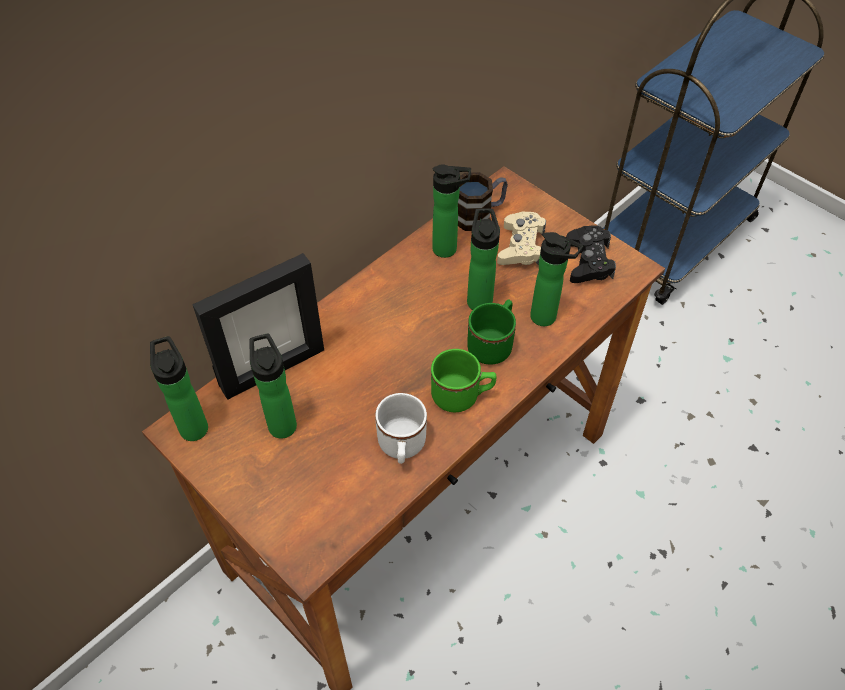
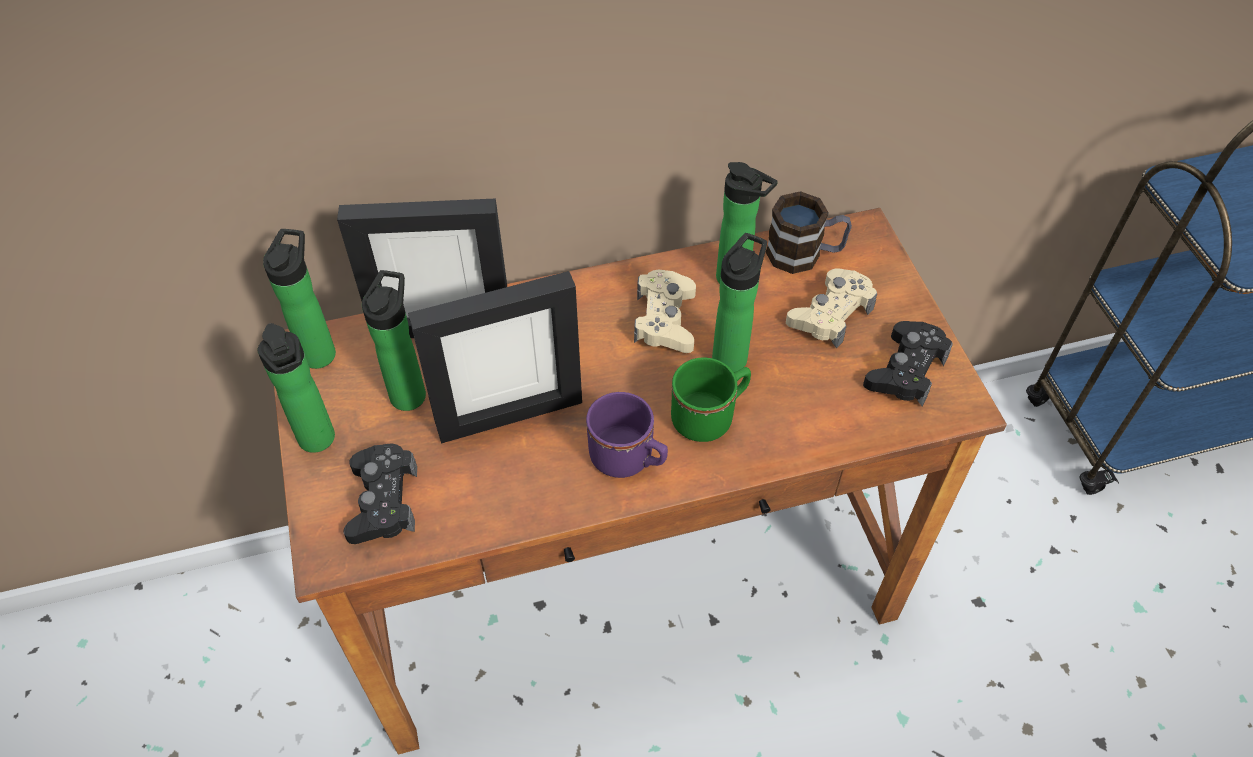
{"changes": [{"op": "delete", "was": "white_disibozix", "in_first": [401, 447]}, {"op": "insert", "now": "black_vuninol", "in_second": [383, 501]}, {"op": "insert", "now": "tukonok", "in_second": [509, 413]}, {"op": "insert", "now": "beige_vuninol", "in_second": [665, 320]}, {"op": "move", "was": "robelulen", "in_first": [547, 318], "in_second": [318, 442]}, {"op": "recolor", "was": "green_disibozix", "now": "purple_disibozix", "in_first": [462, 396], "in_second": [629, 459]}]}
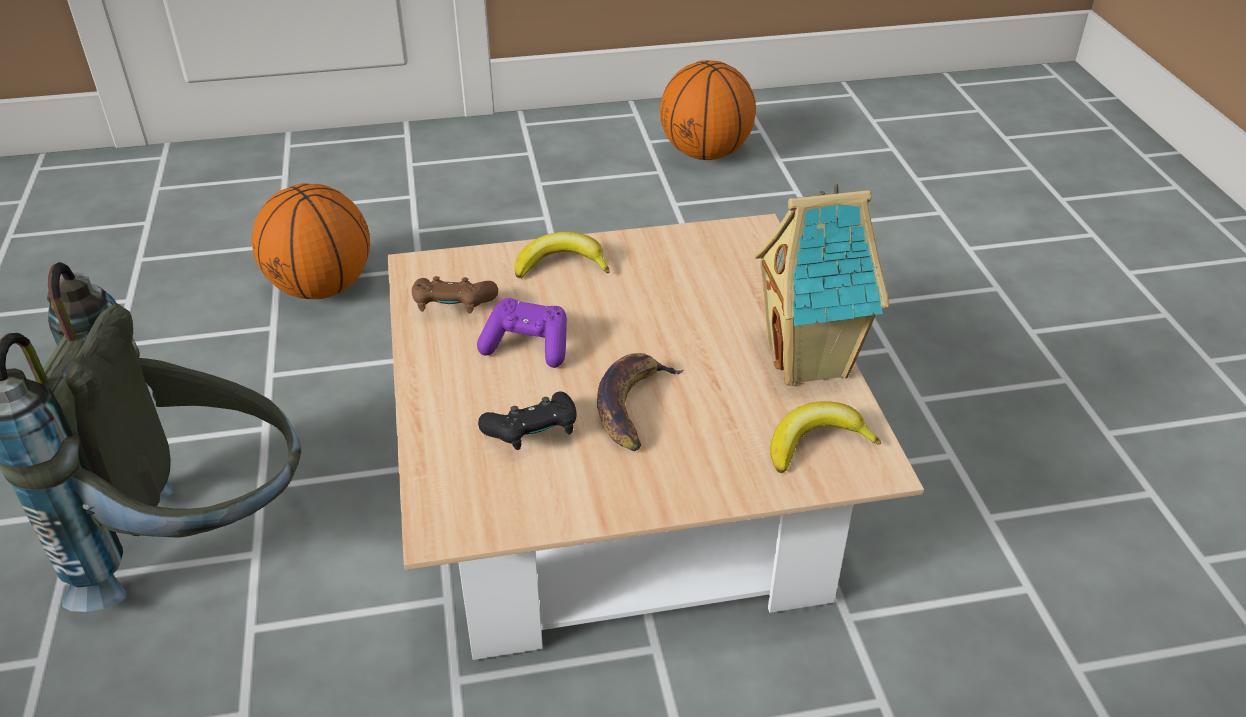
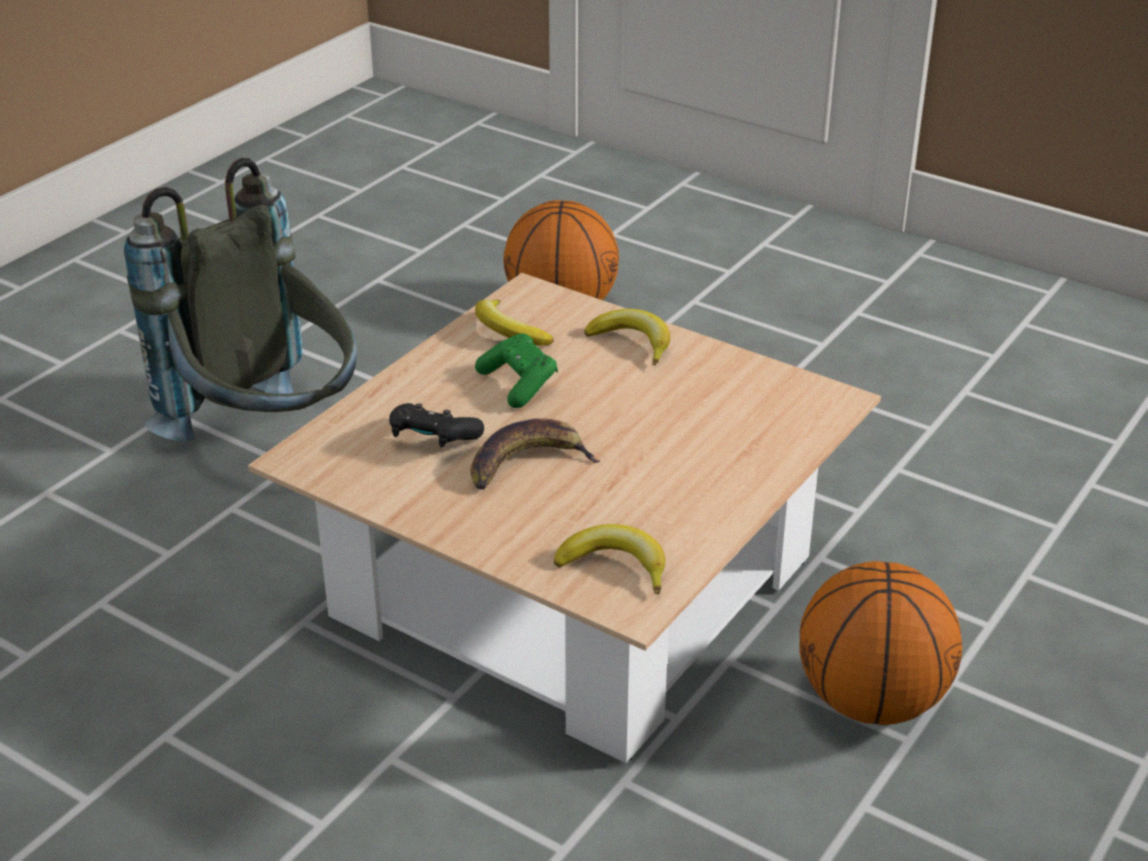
{"changes": [{"op": "delete", "was": "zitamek", "in_first": [811, 362]}, {"op": "move", "was": "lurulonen", "in_first": [705, 153], "in_second": [871, 701]}, {"op": "replace", "was": "brown_vuninol", "now": "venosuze", "in_first": [453, 308], "in_second": [508, 332]}, {"op": "recolor", "was": "purple_vuninol", "now": "green_vuninol", "in_first": [527, 346], "in_second": [519, 384]}]}
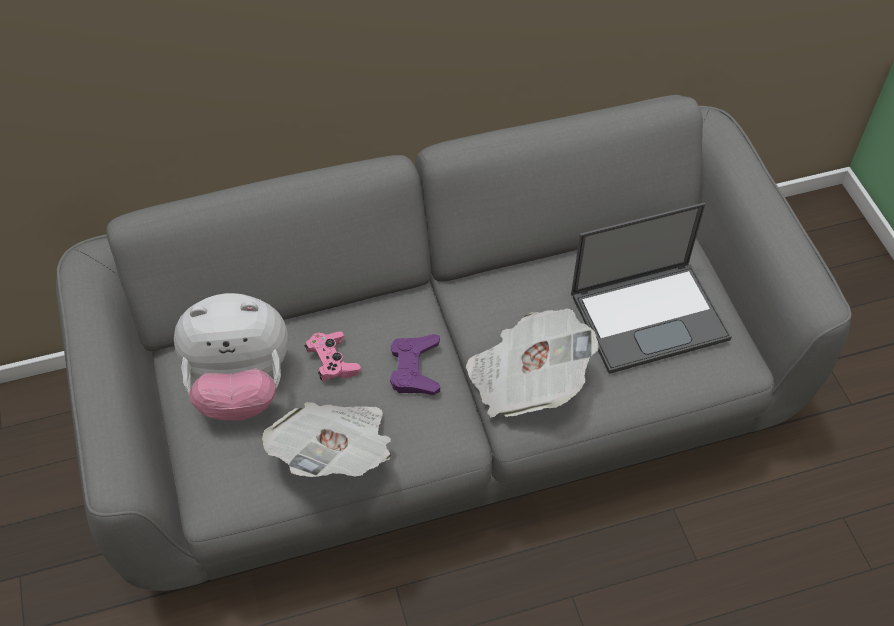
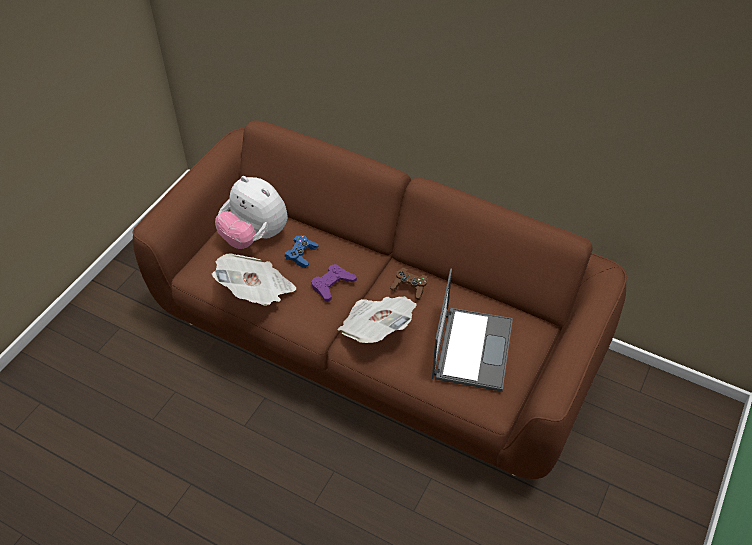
{"changes": [{"op": "insert", "now": "brown_vuninol", "in_second": [409, 288]}, {"op": "recolor", "was": "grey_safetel", "now": "brown_safetel", "in_first": [447, 410], "in_second": [376, 343]}, {"op": "recolor", "was": "pink_vuninol", "now": "blue_vuninol", "in_first": [333, 362], "in_second": [301, 255]}, {"op": "rotate", "was": "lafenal", "in_first": [650, 315], "in_second": [472, 347], "clockwise": -105}]}
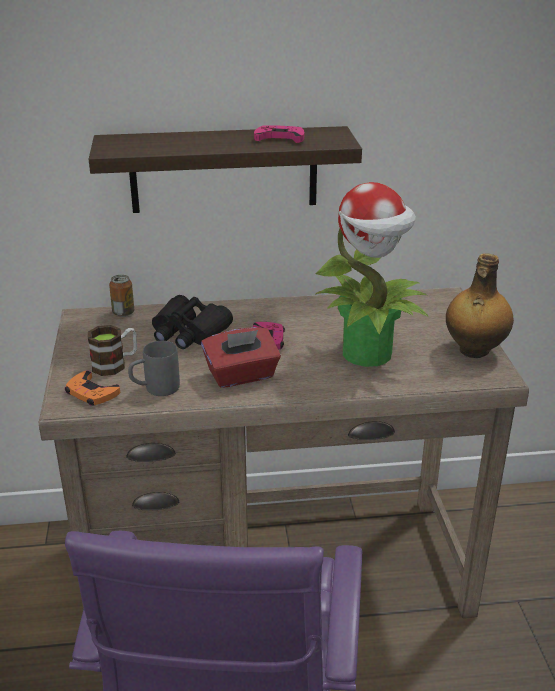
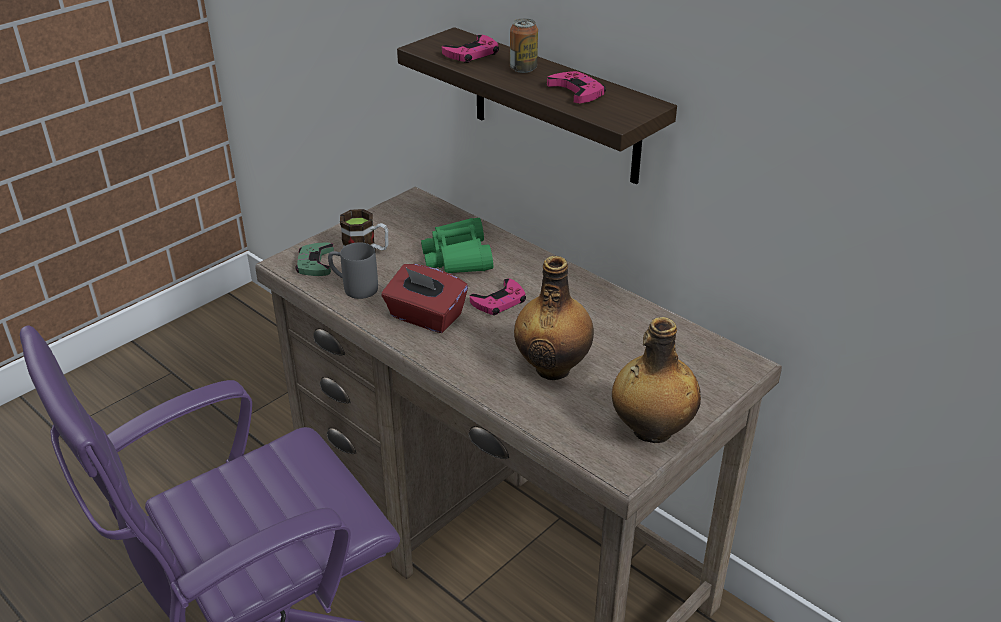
{"changes": [{"op": "insert", "now": "pink_vuninol", "in_second": [472, 54]}, {"op": "move", "was": "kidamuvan", "in_first": [123, 313], "in_second": [523, 69]}, {"op": "replace", "was": "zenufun", "now": "robelulen", "in_first": [369, 354], "in_second": [553, 367]}, {"op": "recolor", "was": "orange_vuninol", "now": "green_vuninol", "in_first": [91, 393], "in_second": [315, 263]}, {"op": "recolor", "was": "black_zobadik", "now": "green_zobadik", "in_first": [188, 332], "in_second": [458, 257]}]}
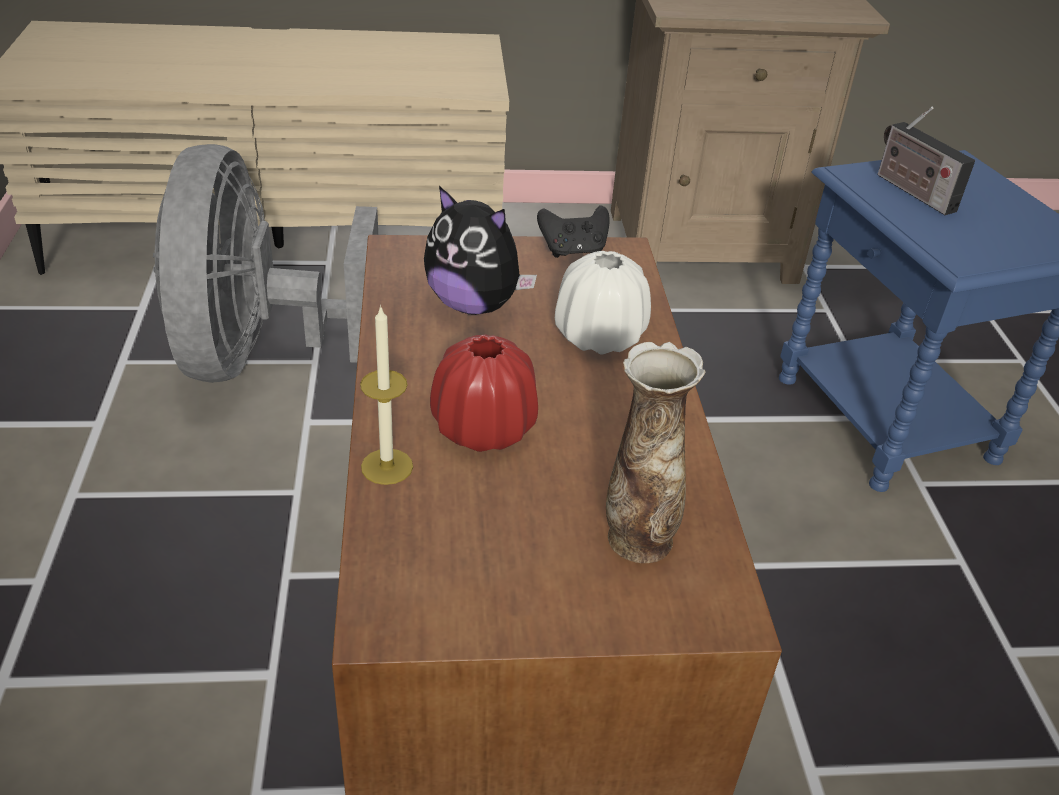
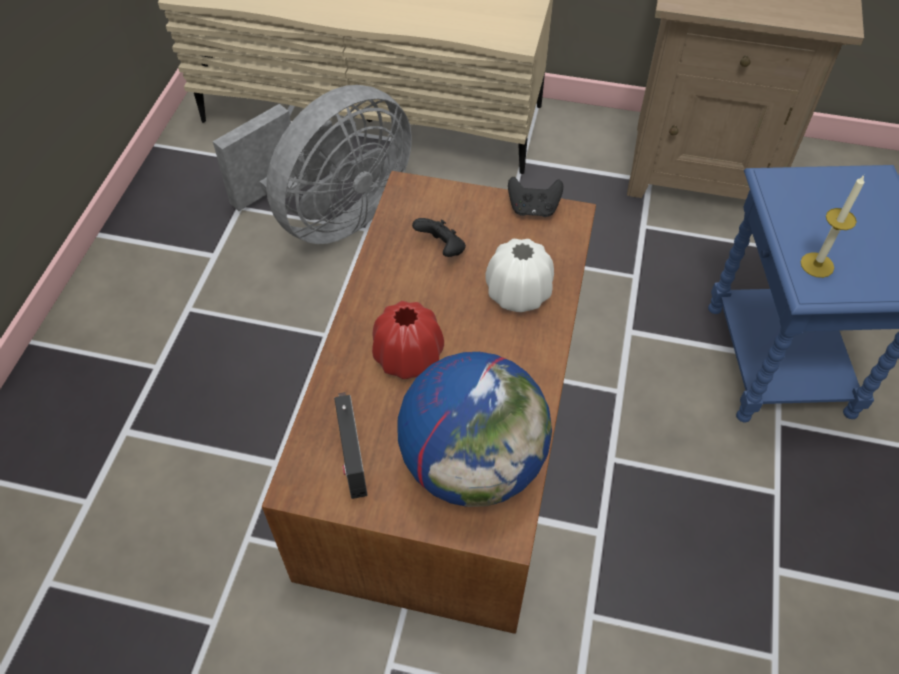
{"changes": [{"op": "move", "was": "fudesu", "in_first": [387, 466], "in_second": [817, 265]}, {"op": "move", "was": "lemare", "in_first": [911, 191], "in_second": [351, 455]}, {"op": "replace", "was": "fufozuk", "now": "black_vuninol", "in_first": [474, 305], "in_second": [441, 249]}, {"op": "replace", "was": "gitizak", "now": "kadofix", "in_first": [637, 539], "in_second": [473, 464]}, {"op": "rotate", "was": "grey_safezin", "in_first": [260, 355], "in_second": [331, 217], "clockwise": -150}]}
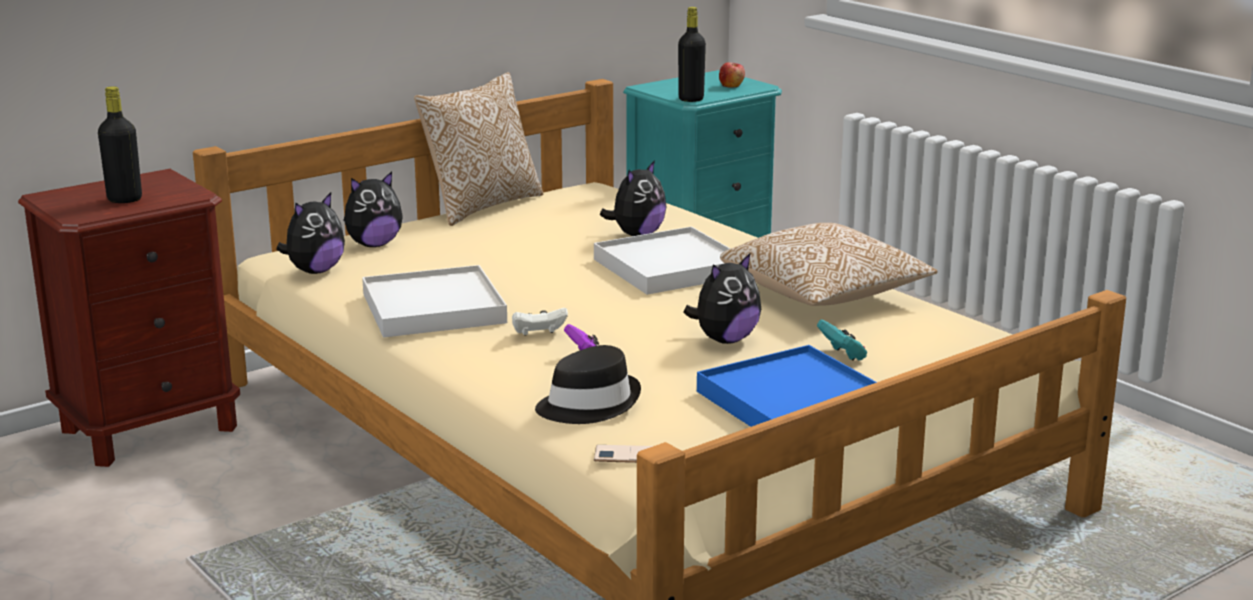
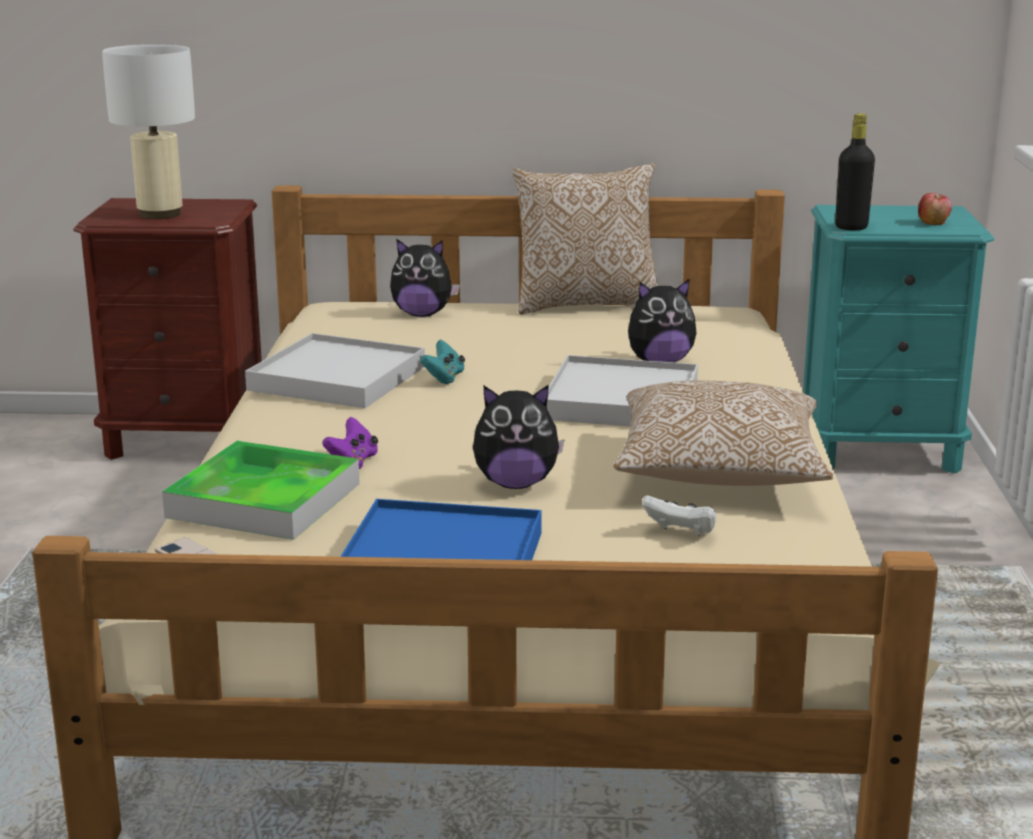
{"changes": [{"op": "delete", "was": "fufozuk", "in_first": [315, 271]}, {"op": "move", "was": "white_vuninol", "in_first": [538, 335], "in_second": [681, 533]}, {"op": "move", "was": "turquoise_vuninol", "in_first": [842, 355], "in_second": [444, 378]}, {"op": "replace", "was": "black_robelulen", "now": "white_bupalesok", "in_first": [124, 199], "in_second": [159, 215]}, {"op": "replace", "was": "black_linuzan", "now": "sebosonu", "in_first": [588, 404], "in_second": [264, 500]}]}
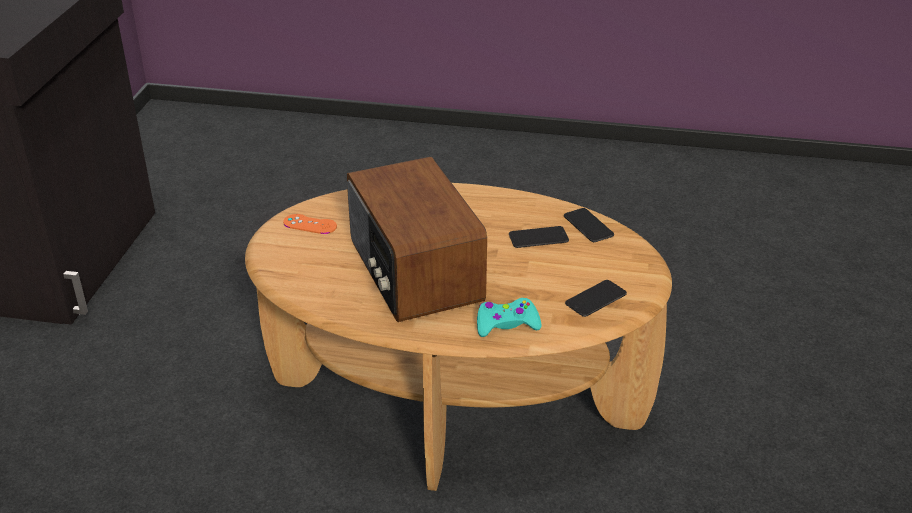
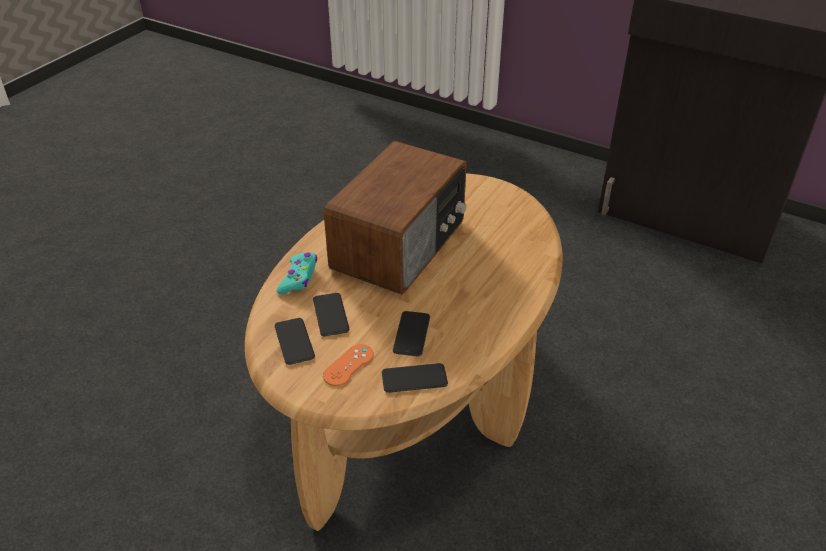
{"changes": [{"op": "insert", "now": "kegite", "in_second": [330, 315]}, {"op": "move", "was": "orange_vuninol", "in_first": [310, 224], "in_second": [348, 365]}, {"op": "rotate", "was": "lemare", "in_first": [413, 272], "in_second": [401, 245], "clockwise": 120}]}
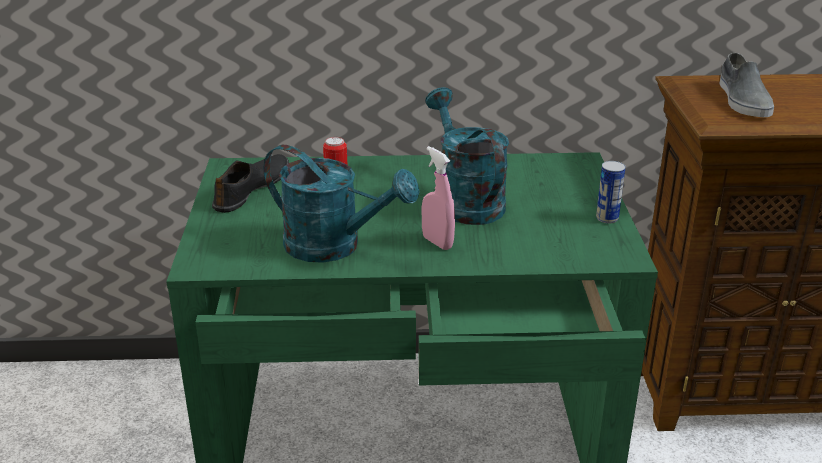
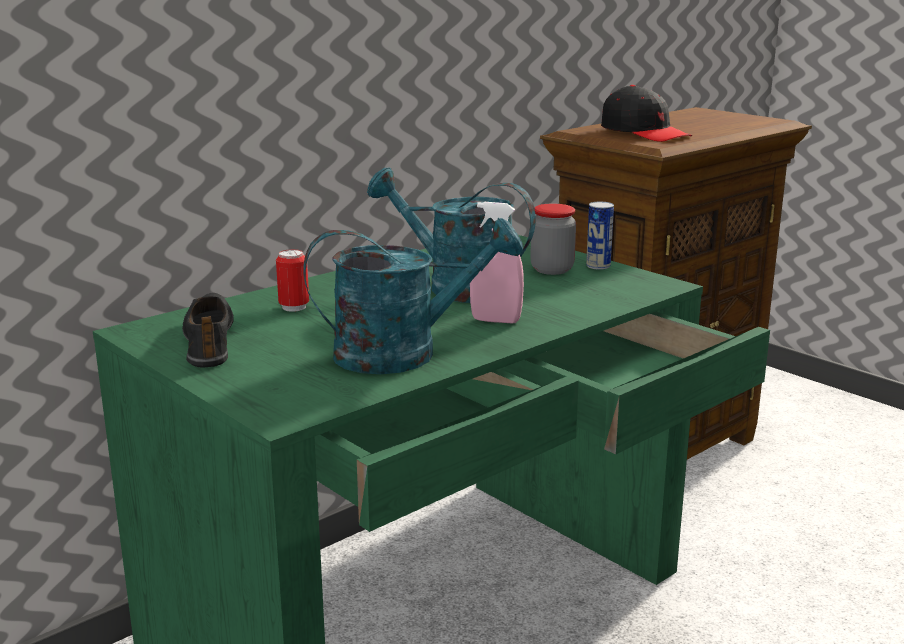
{"changes": [{"op": "insert", "now": "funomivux", "in_second": [552, 269]}, {"op": "replace", "was": "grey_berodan", "now": "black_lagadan", "in_first": [742, 100], "in_second": [644, 133]}]}
